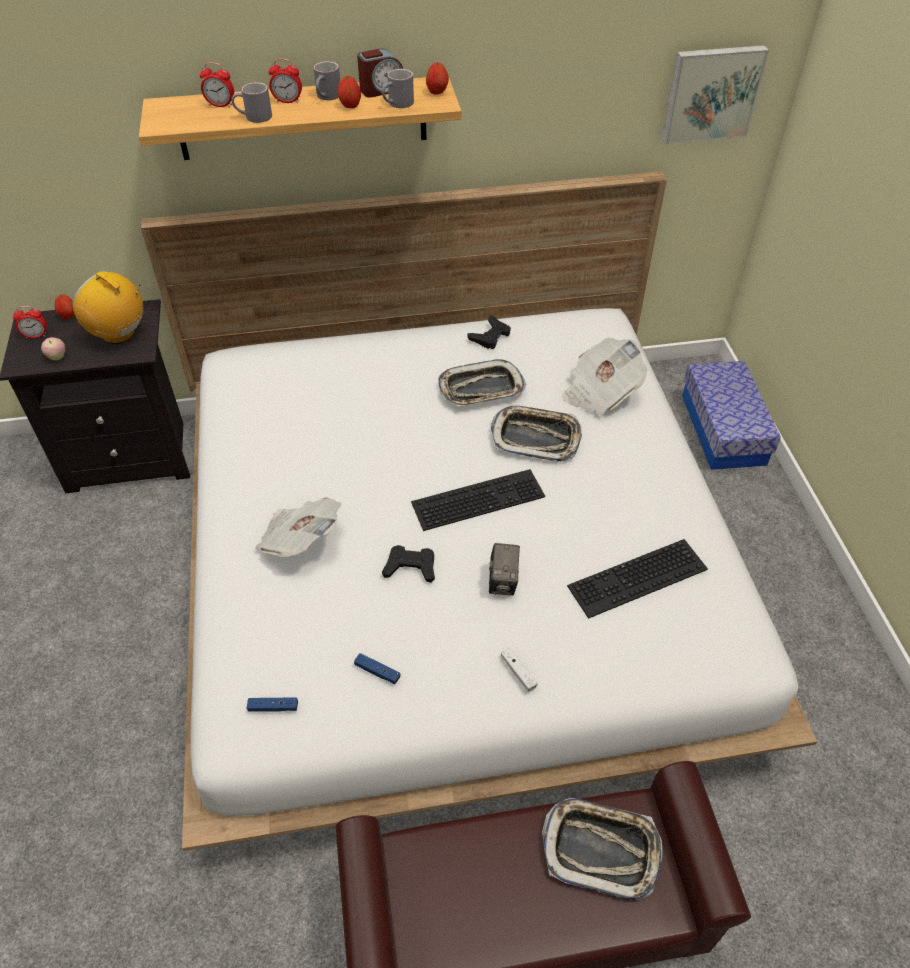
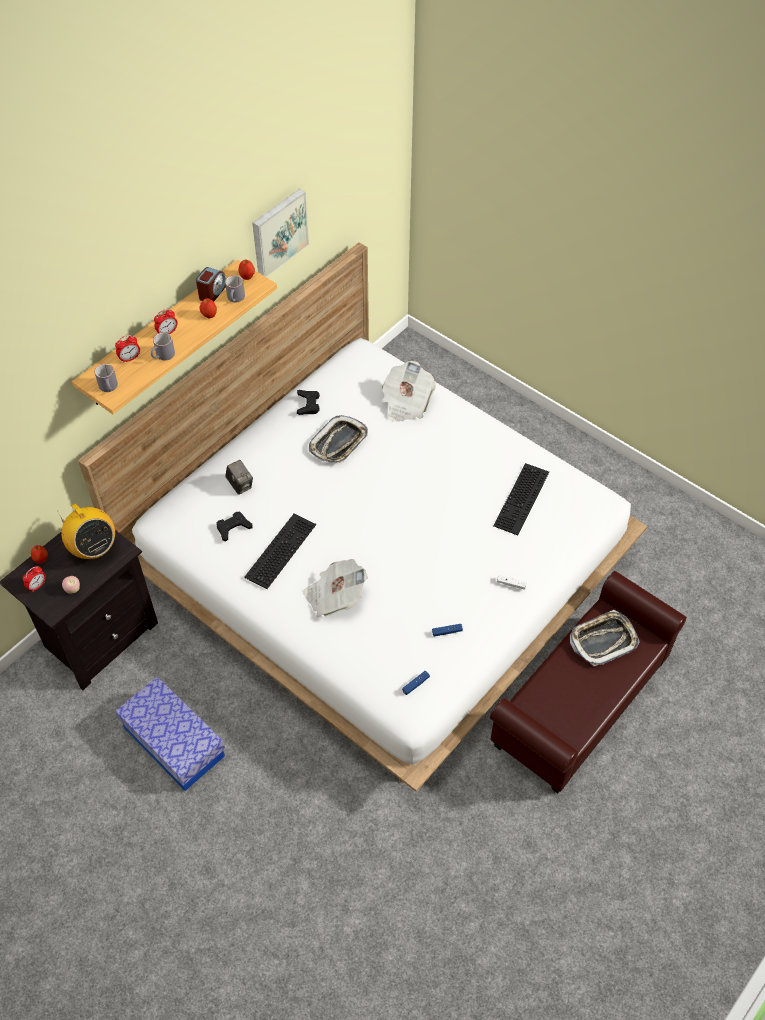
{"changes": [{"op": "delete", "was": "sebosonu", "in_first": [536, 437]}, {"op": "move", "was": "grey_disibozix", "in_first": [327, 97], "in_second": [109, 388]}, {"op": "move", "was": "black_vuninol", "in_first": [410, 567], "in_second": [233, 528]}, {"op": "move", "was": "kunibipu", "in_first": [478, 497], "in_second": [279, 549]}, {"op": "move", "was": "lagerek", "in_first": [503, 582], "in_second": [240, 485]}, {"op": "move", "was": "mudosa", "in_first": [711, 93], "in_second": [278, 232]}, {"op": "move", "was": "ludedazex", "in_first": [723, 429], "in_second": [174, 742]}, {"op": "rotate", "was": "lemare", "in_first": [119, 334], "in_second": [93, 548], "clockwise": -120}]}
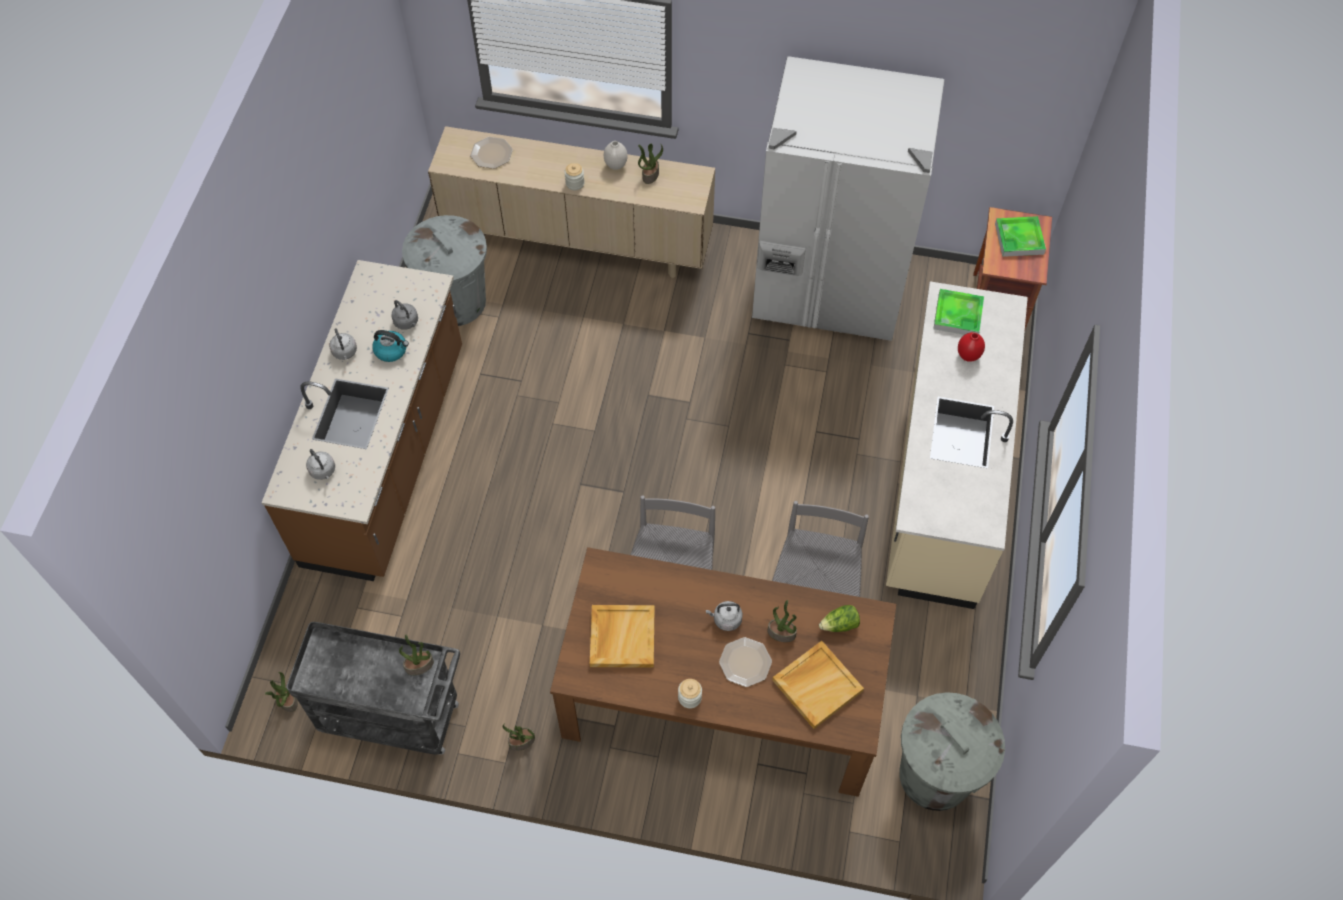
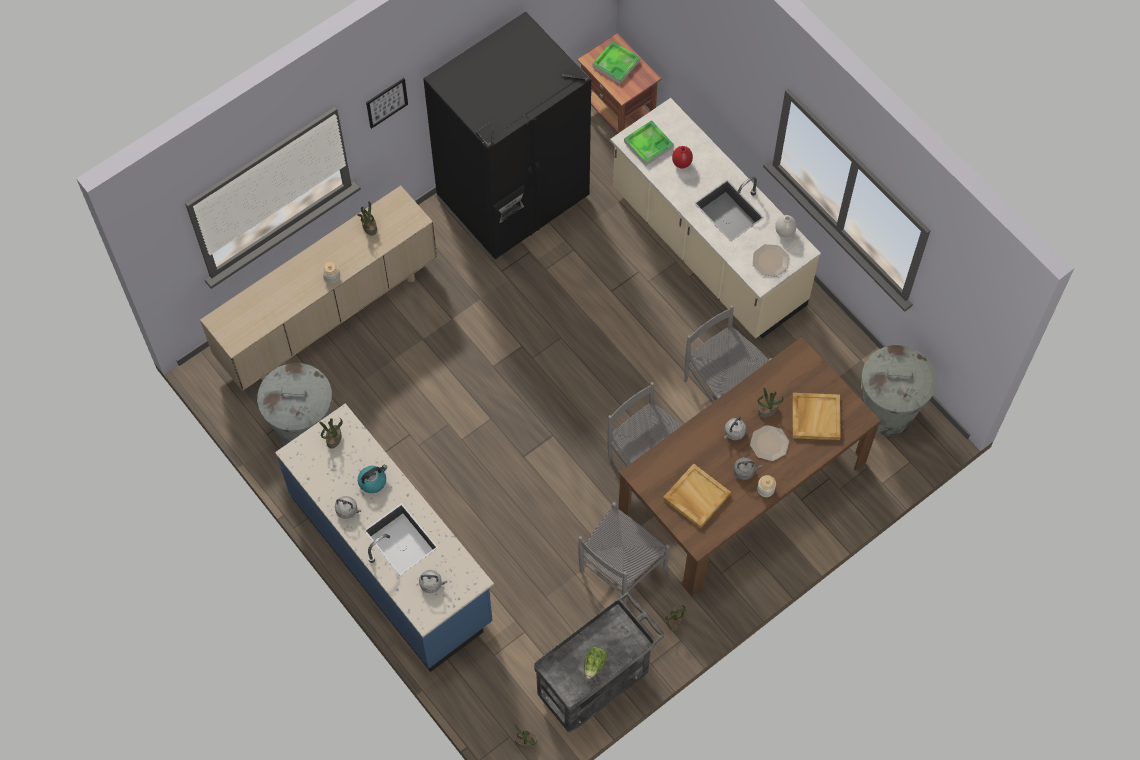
{"changes": [{"op": "insert", "now": "mudosa", "in_second": [386, 102]}, {"op": "insert", "now": "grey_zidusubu", "in_second": [620, 568]}, {"op": "move", "was": "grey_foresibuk", "in_first": [407, 322], "in_second": [745, 471]}, {"op": "move", "was": "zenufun", "in_first": [419, 665], "in_second": [333, 438]}, {"op": "move", "was": "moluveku", "in_first": [492, 154], "in_second": [770, 261]}, {"op": "move", "was": "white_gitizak", "in_first": [615, 165], "in_second": [784, 232]}, {"op": "move", "was": "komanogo", "in_first": [839, 625], "in_second": [594, 664]}, {"op": "recolor", "was": "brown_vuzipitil", "now": "blue_vuzipitil", "in_first": [387, 456], "in_second": [392, 559]}, {"op": "recolor", "was": "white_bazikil", "now": "black_bazikil", "in_first": [829, 290], "in_second": [514, 198]}]}
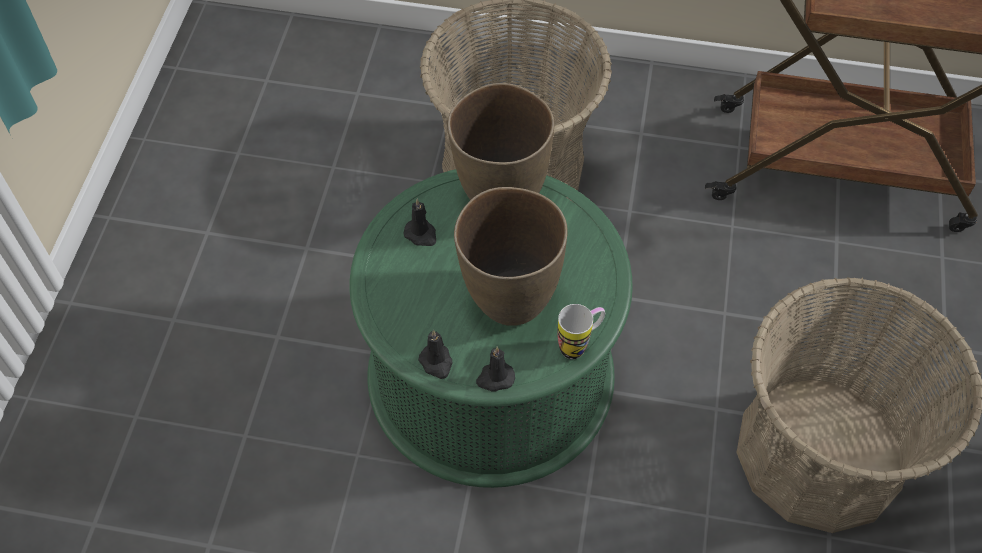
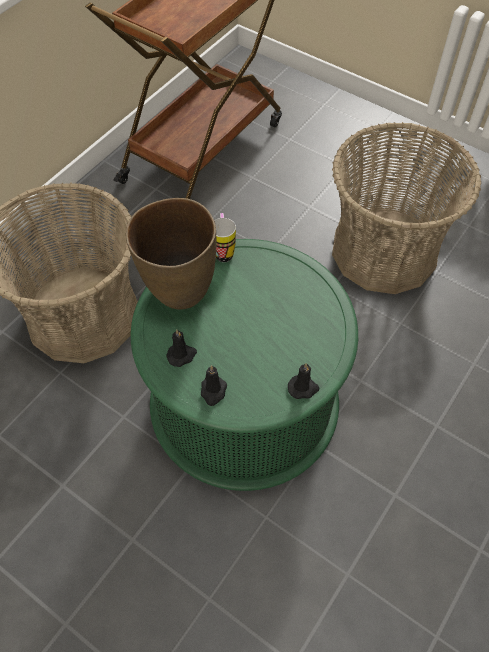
{"changes": [{"op": "delete", "was": "brown_gitizak", "in_first": [509, 300]}, {"op": "move", "was": "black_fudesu", "in_first": [495, 378], "in_second": [213, 391]}, {"op": "move", "was": "disibozix", "in_first": [579, 345], "in_second": [223, 250]}]}
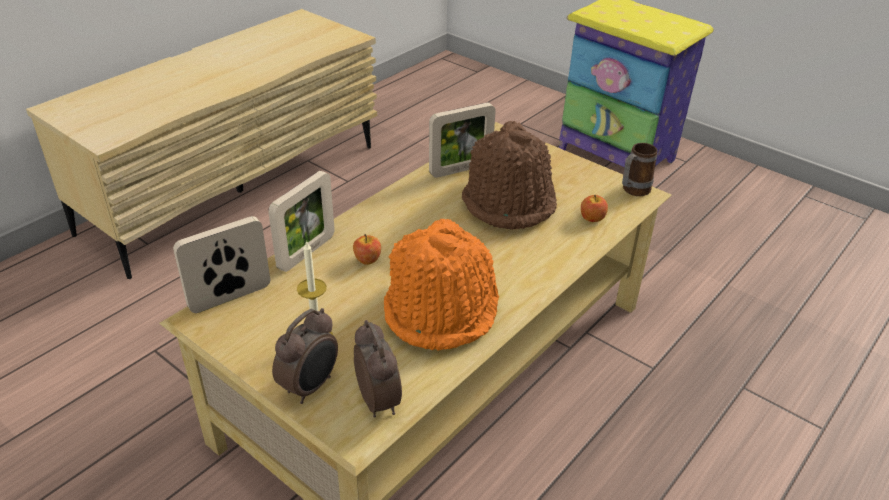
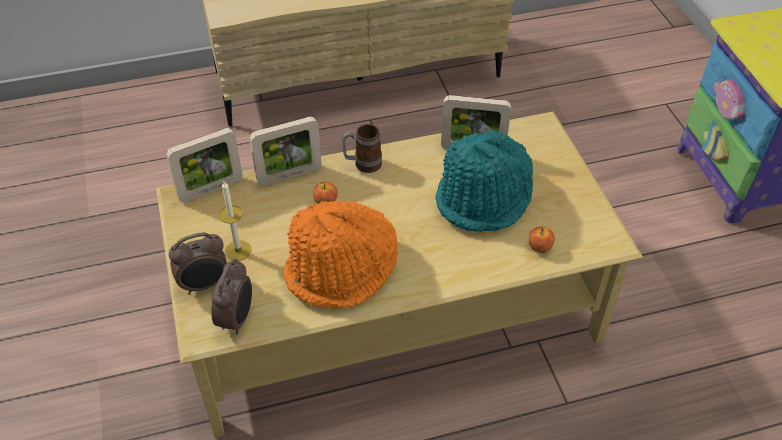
{"changes": [{"op": "move", "was": "disibozix", "in_first": [632, 191], "in_second": [362, 165]}, {"op": "recolor", "was": "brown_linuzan", "now": "turquoise_linuzan", "in_first": [509, 201], "in_second": [484, 198]}, {"op": "rotate", "was": "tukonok", "in_first": [230, 297], "in_second": [211, 189], "clockwise": 150}]}
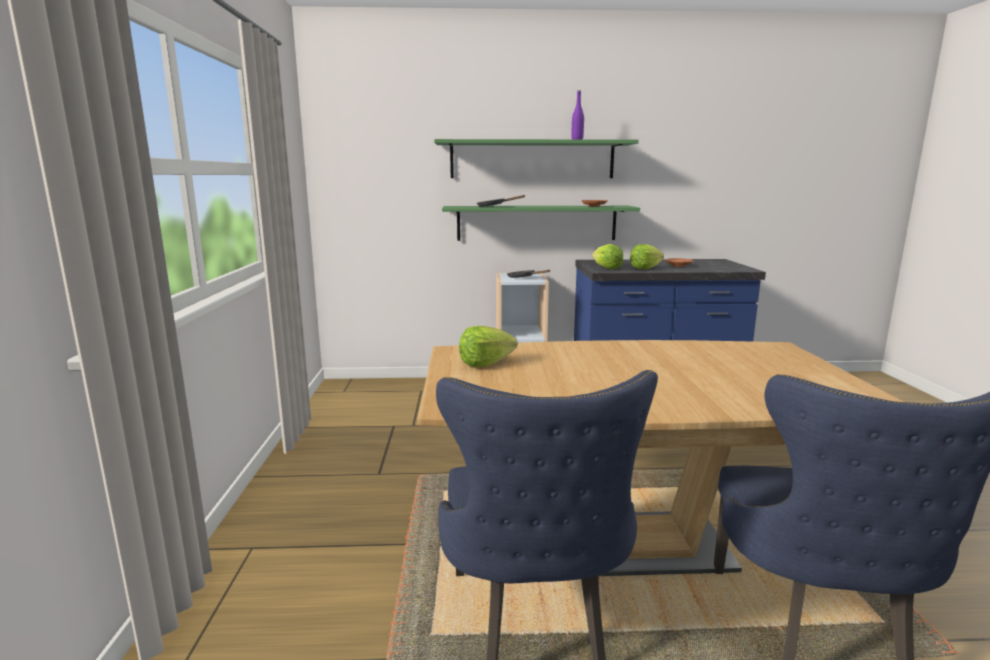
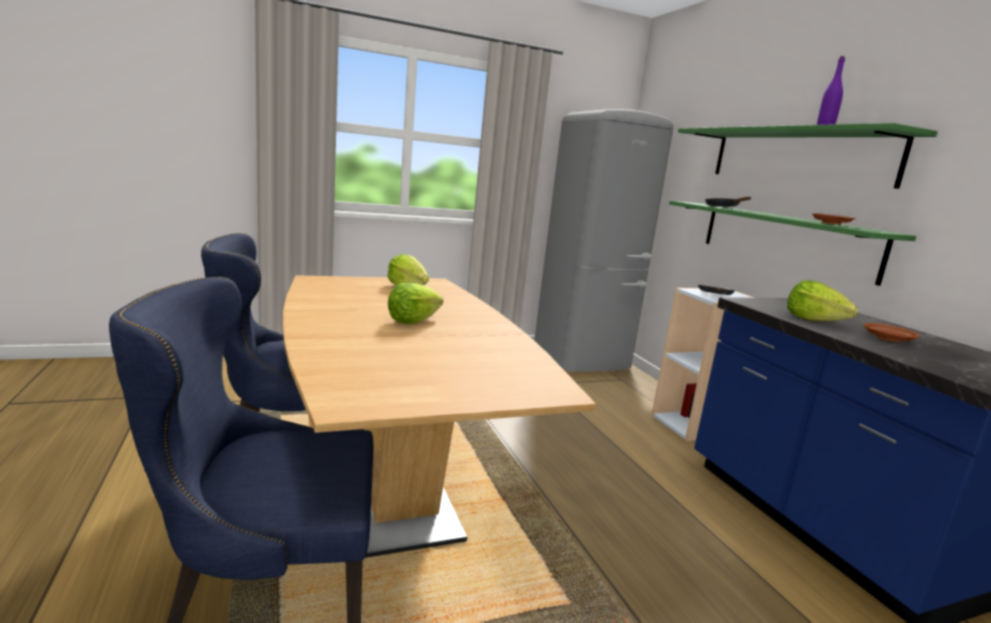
{"changes": [{"op": "insert", "now": "grey_bazikil", "in_second": [583, 359]}, {"op": "move", "was": "komanogo", "in_first": [606, 268], "in_second": [413, 321]}]}
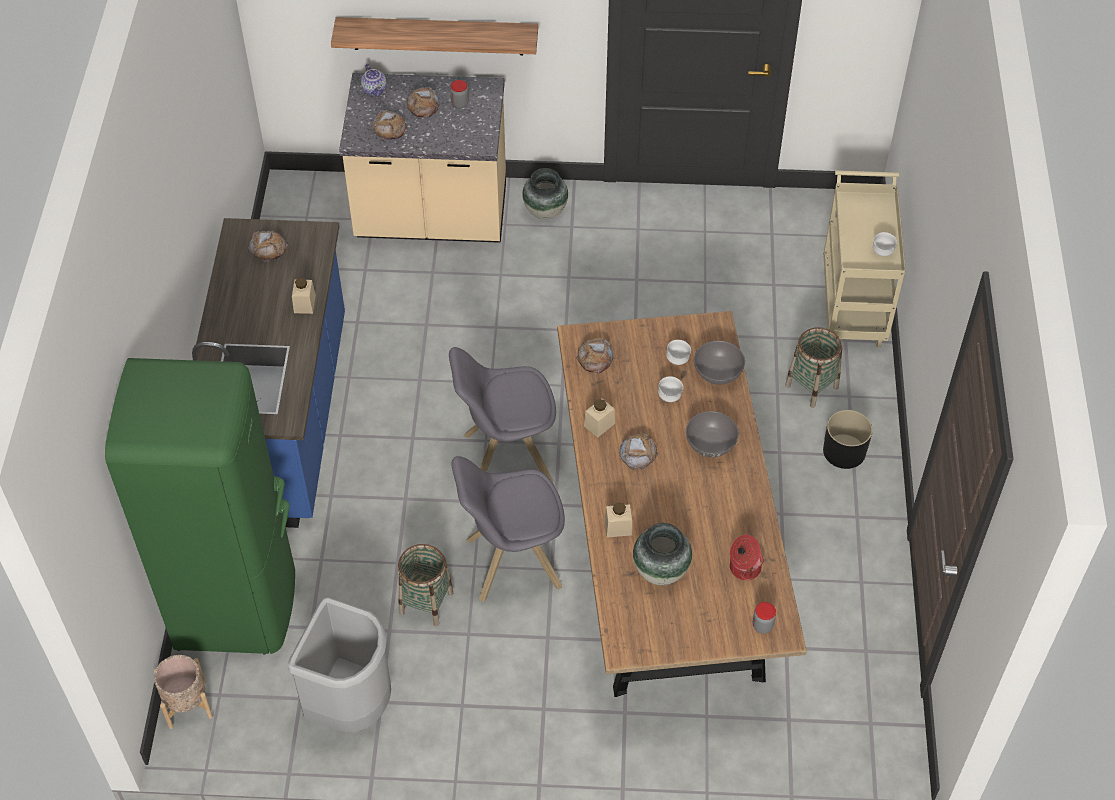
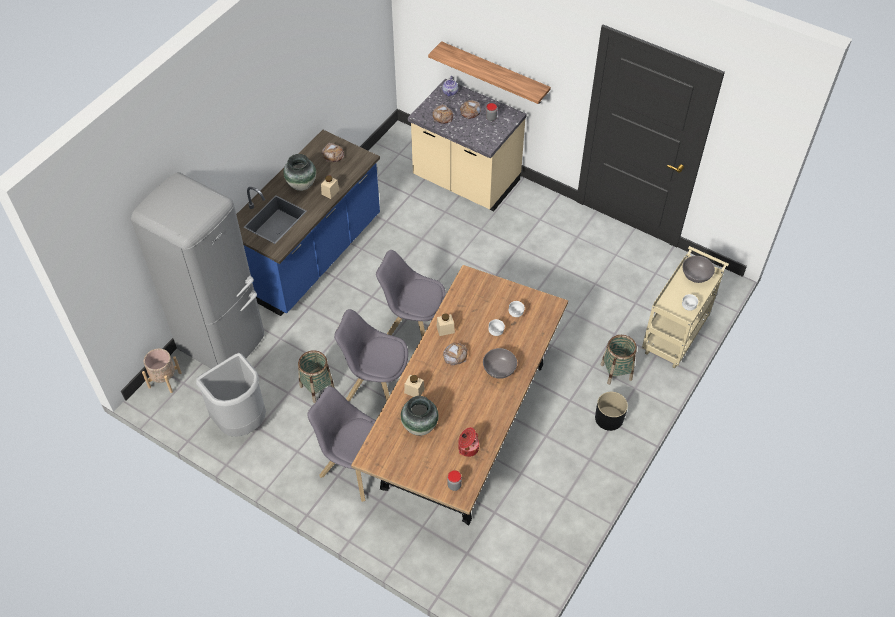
{"changes": [{"op": "delete", "was": "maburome", "in_first": [595, 358]}, {"op": "insert", "now": "grey_zidusubu", "in_second": [354, 469]}, {"op": "move", "was": "gitizak", "in_first": [545, 211], "in_second": [302, 185]}, {"op": "move", "was": "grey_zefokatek", "in_first": [718, 374], "in_second": [696, 276]}, {"op": "recolor", "was": "green_bazikil", "now": "grey_bazikil", "in_first": [239, 604], "in_second": [224, 341]}]}
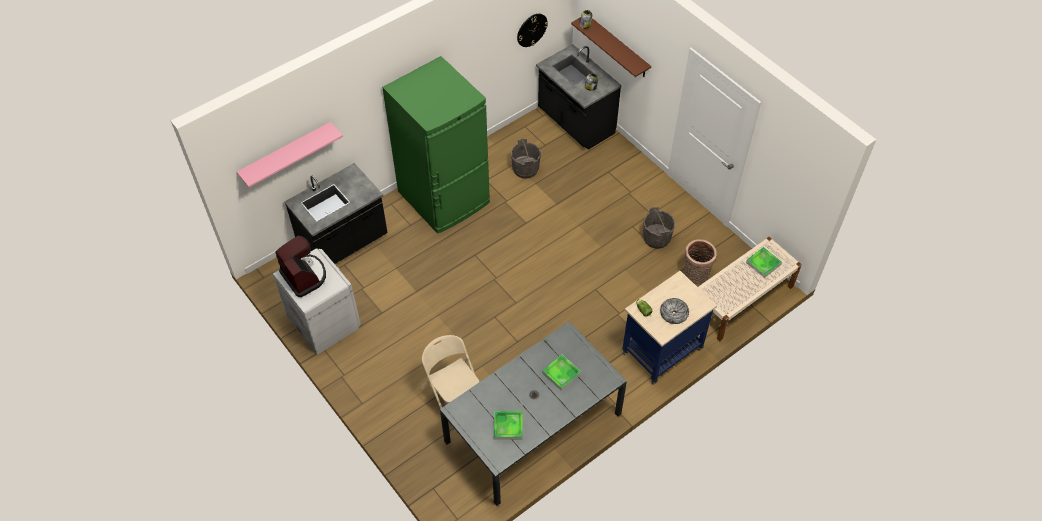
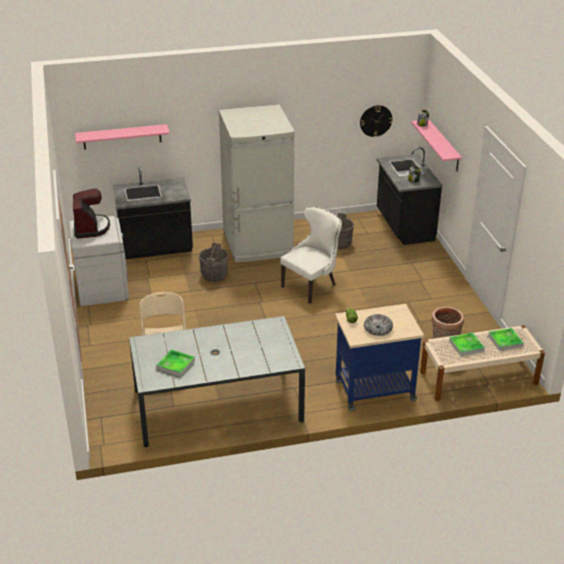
{"changes": [{"op": "insert", "now": "white_zidusubu", "in_second": [311, 286]}, {"op": "move", "was": "sebosonu", "in_first": [561, 373], "in_second": [466, 346]}, {"op": "move", "was": "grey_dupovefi", "in_first": [656, 238], "in_second": [214, 275]}, {"op": "recolor", "was": "green_bazikil", "now": "white_bazikil", "in_first": [444, 197], "in_second": [258, 242]}, {"op": "recolor", "was": "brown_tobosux", "now": "pink_tobosux", "in_first": [617, 46], "in_second": [444, 145]}]}
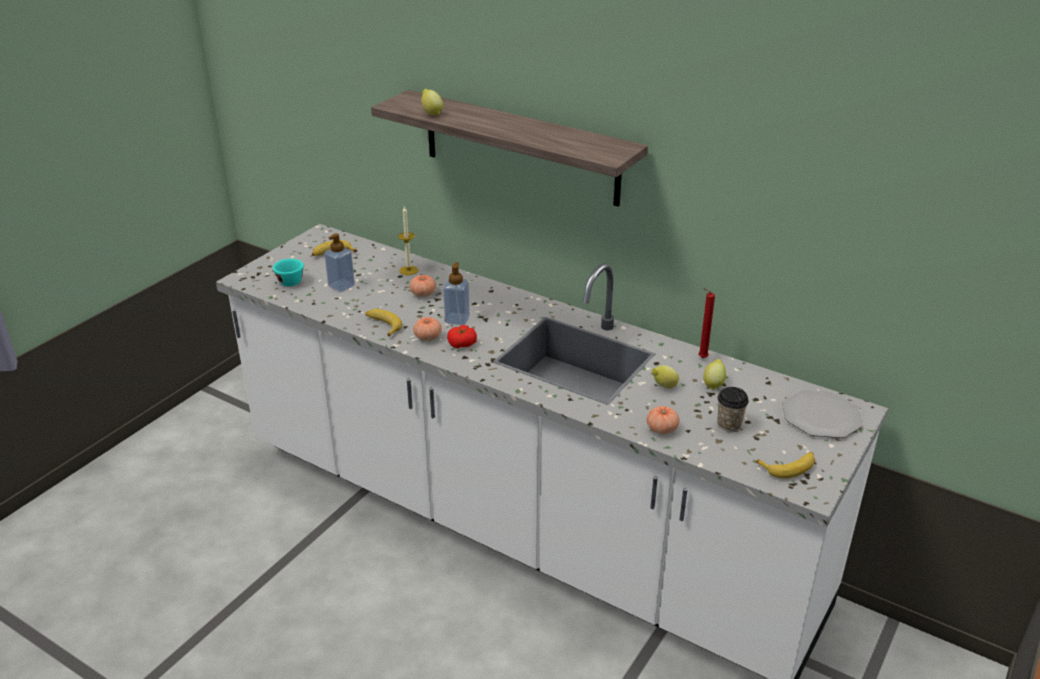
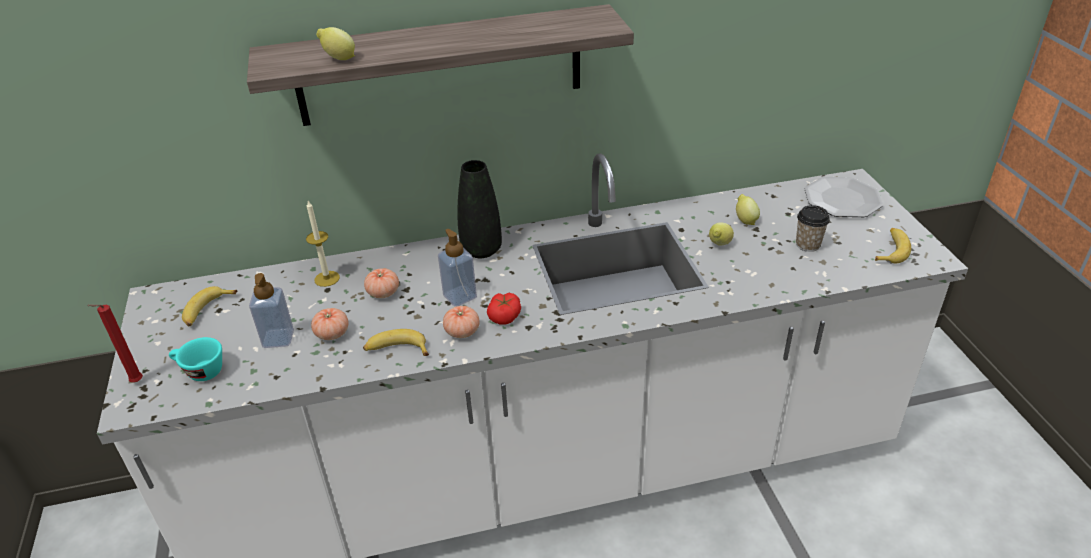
{"changes": [{"op": "insert", "now": "black_gitizak", "in_second": [481, 250]}, {"op": "move", "was": "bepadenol", "in_first": [662, 429], "in_second": [332, 333]}, {"op": "move", "was": "red_fudesu", "in_first": [701, 358], "in_second": [135, 382]}]}
